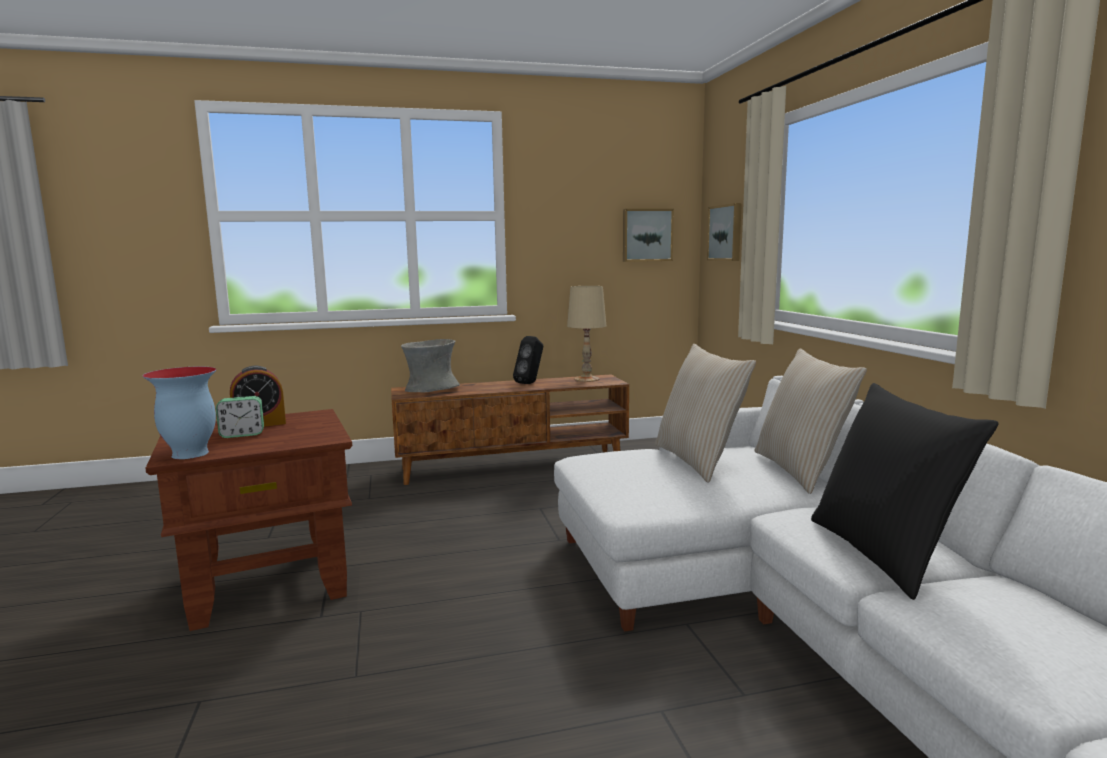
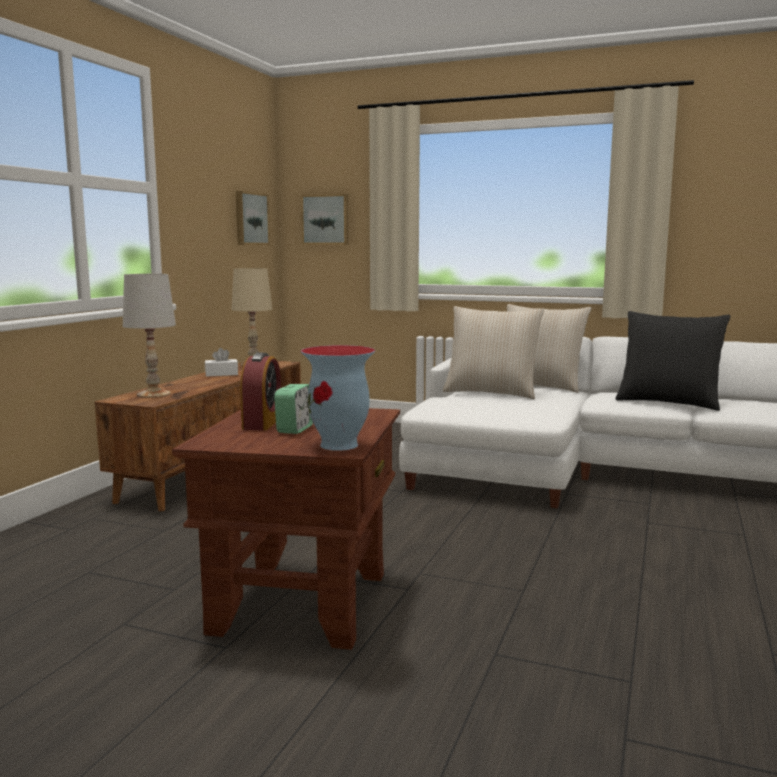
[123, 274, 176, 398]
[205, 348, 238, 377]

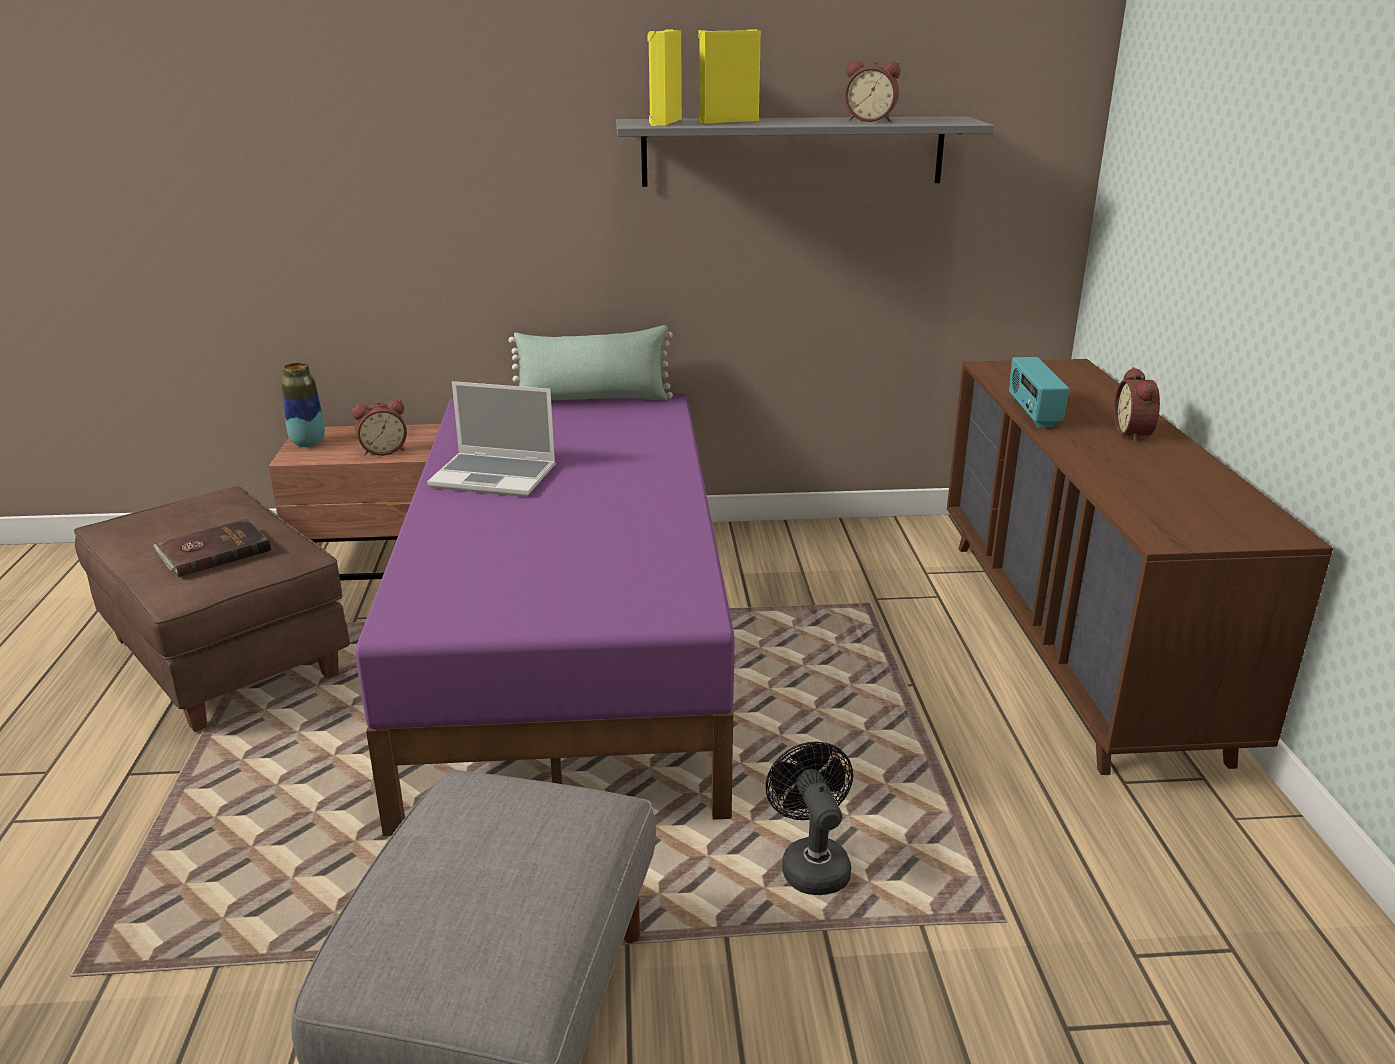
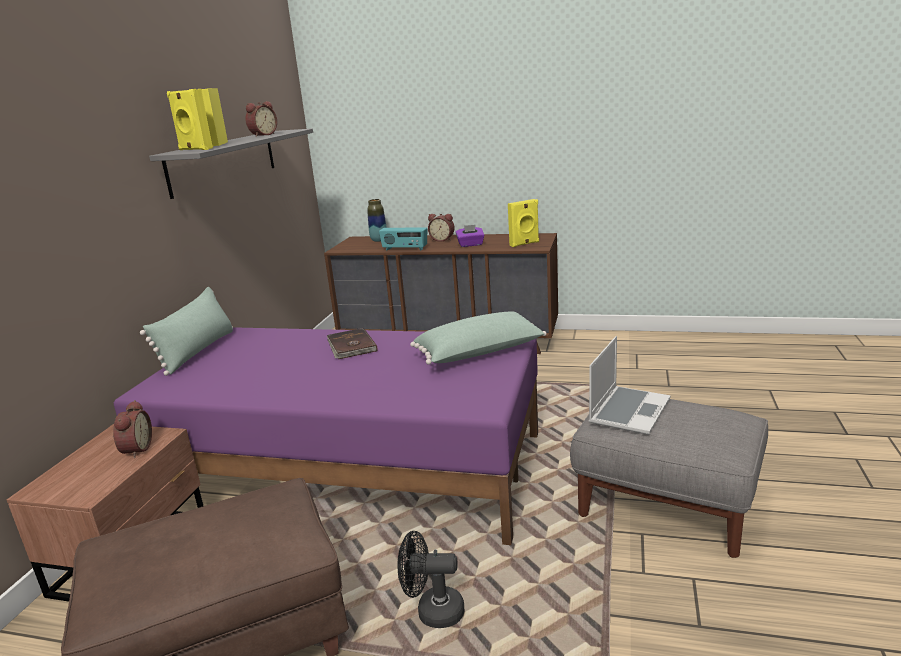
[327, 328, 377, 359]
[367, 199, 387, 242]
[589, 336, 671, 435]
[397, 531, 464, 628]
[410, 311, 547, 365]
[455, 225, 484, 247]
[508, 199, 539, 247]

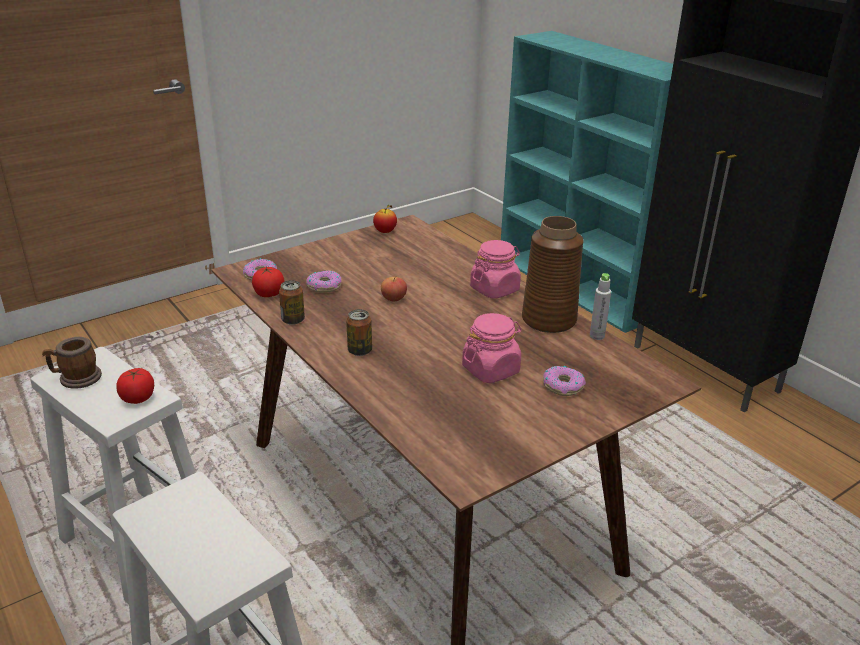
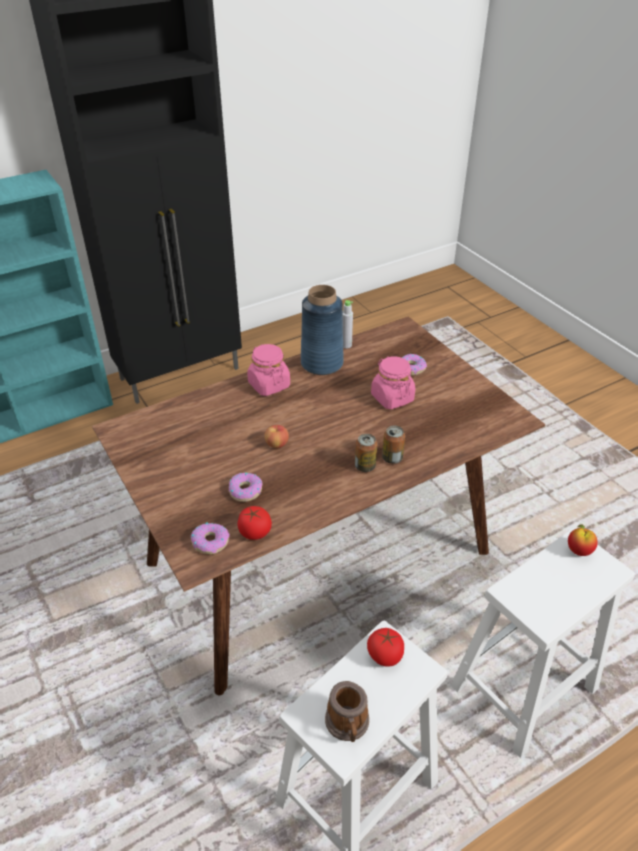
[382, 425, 405, 464]
[568, 524, 598, 556]
[301, 285, 344, 375]

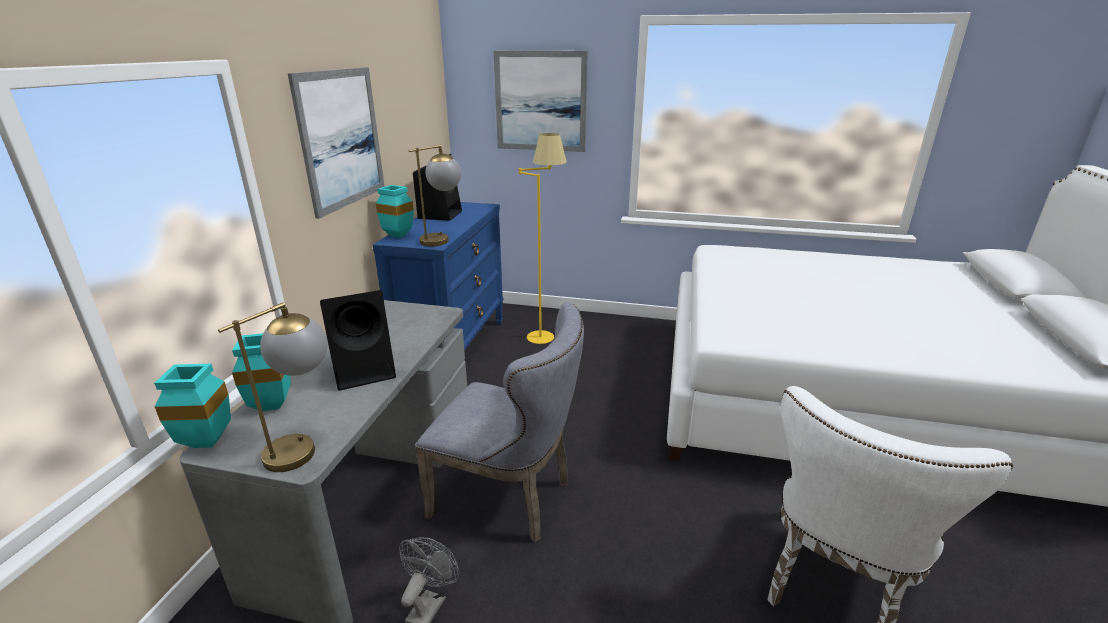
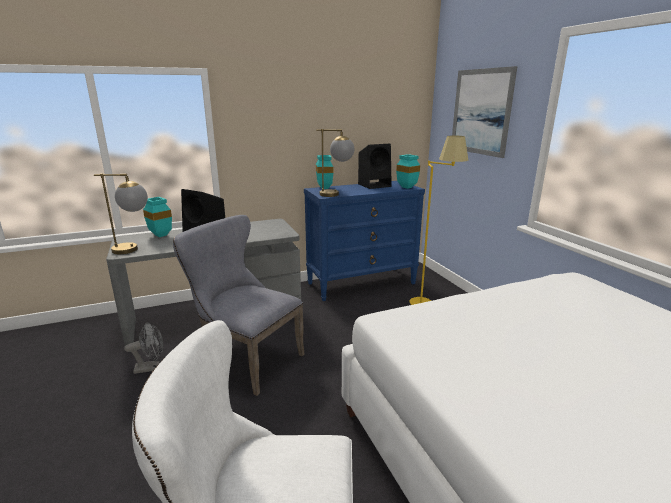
[396, 154, 420, 189]
[288, 67, 385, 219] (first image)
[173, 215, 305, 396]

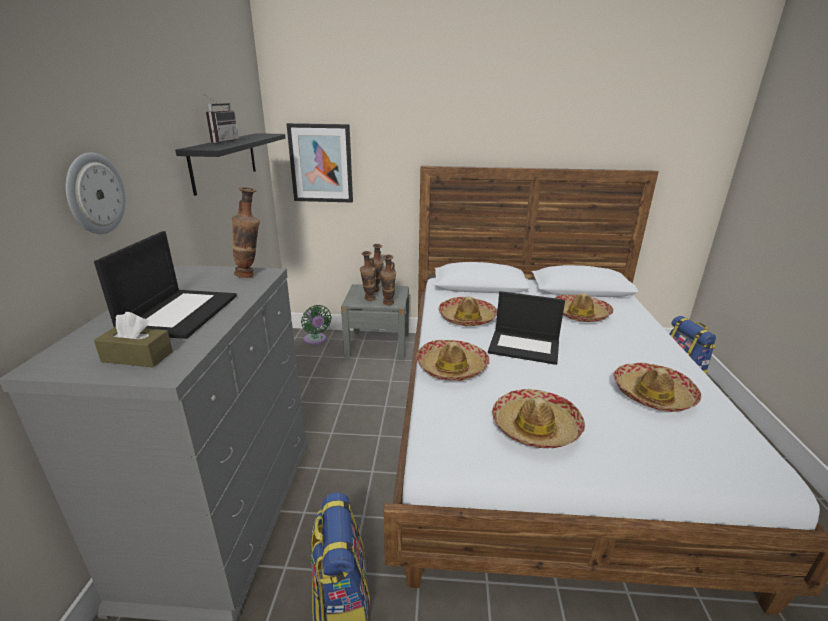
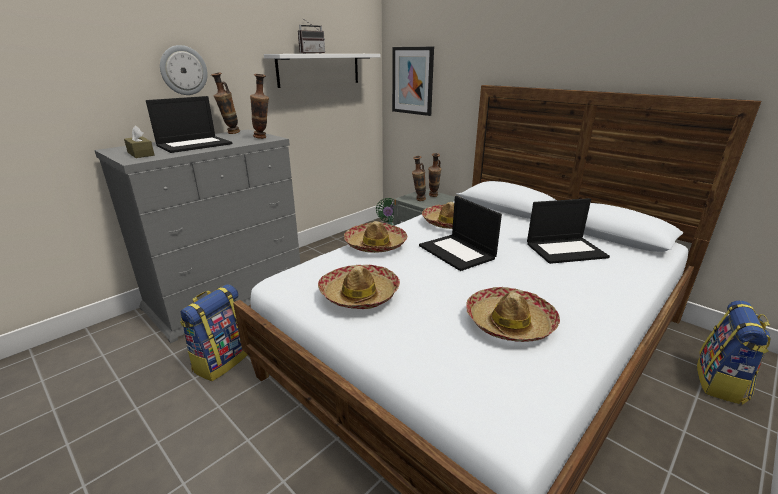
[264, 54, 381, 88]
[211, 73, 240, 134]
[527, 198, 610, 264]

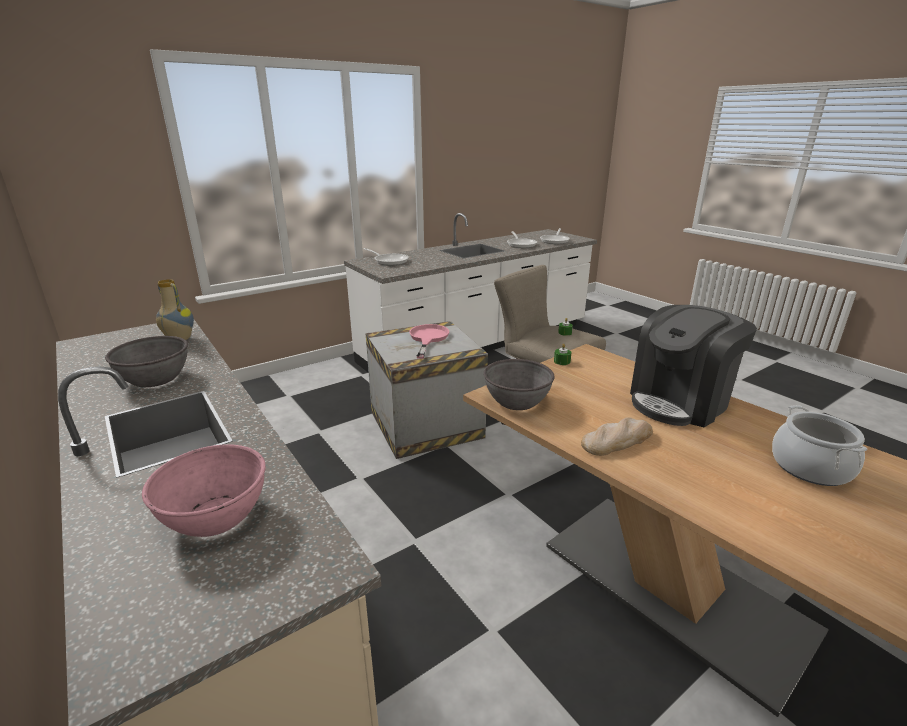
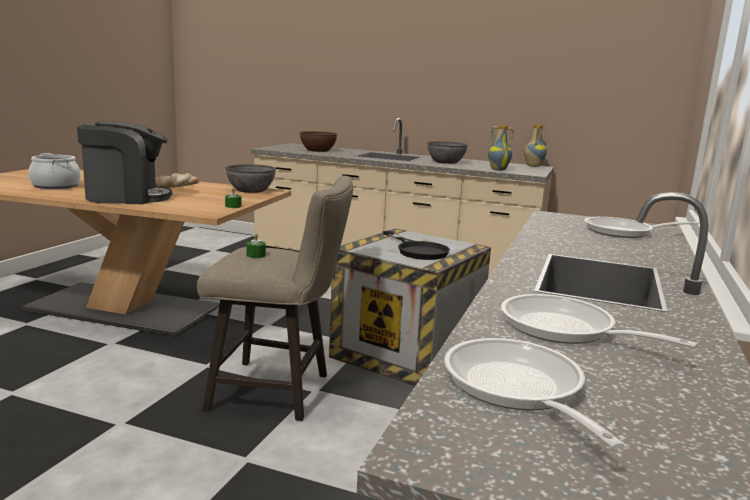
[299, 131, 338, 152]
[383, 231, 450, 260]
[77, 121, 172, 204]
[524, 125, 547, 167]

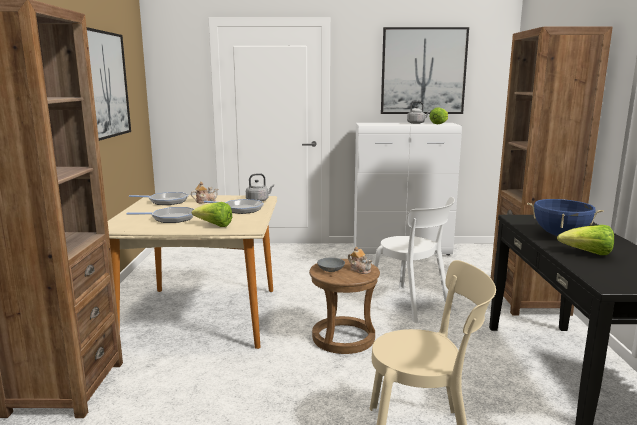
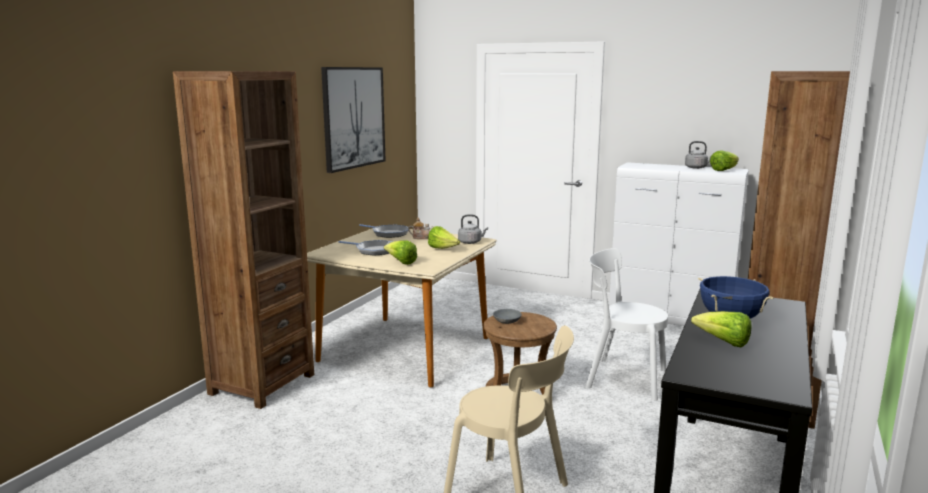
[428, 226, 460, 249]
[348, 246, 372, 274] (first image)
[585, 248, 668, 401]
[381, 27, 469, 114] (first image)

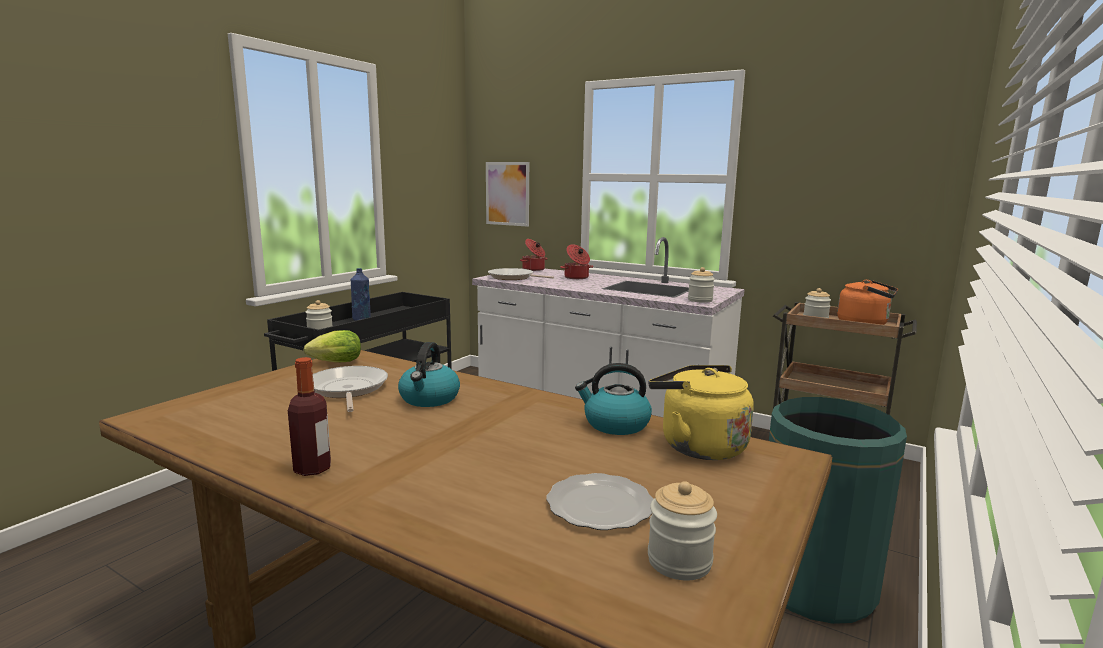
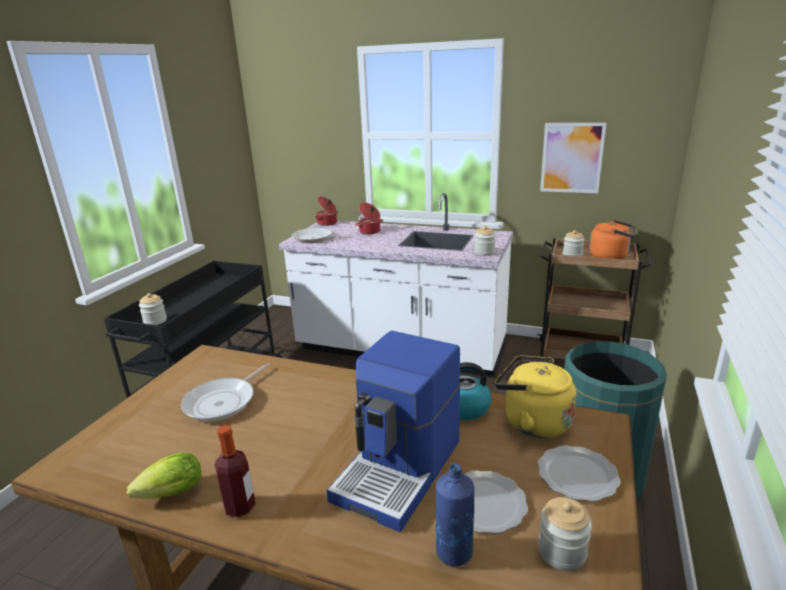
[127, 452, 201, 499]
[181, 363, 269, 421]
[436, 463, 474, 566]
[398, 342, 460, 407] (first image)
[540, 123, 607, 193]
[327, 331, 461, 532]
[538, 445, 621, 502]

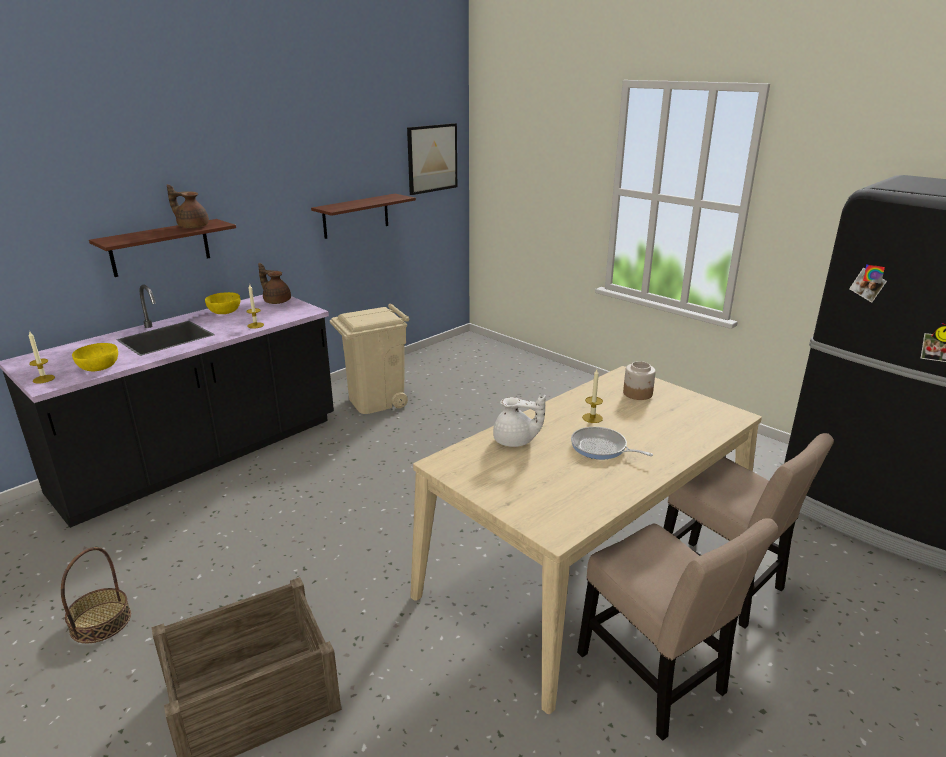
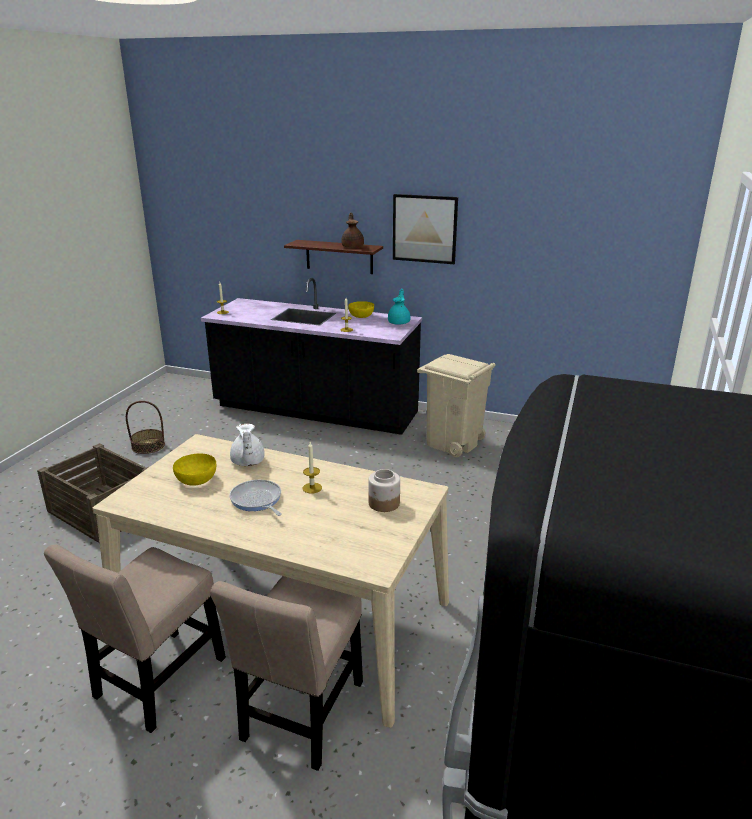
[173, 453, 216, 486]
[388, 289, 411, 325]
[311, 194, 416, 239] (first image)
[393, 194, 458, 264]
[229, 480, 282, 516]

